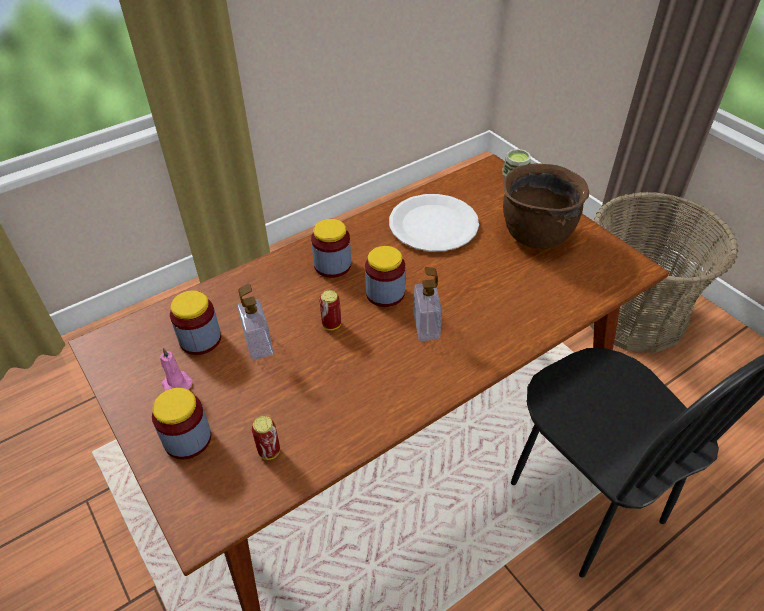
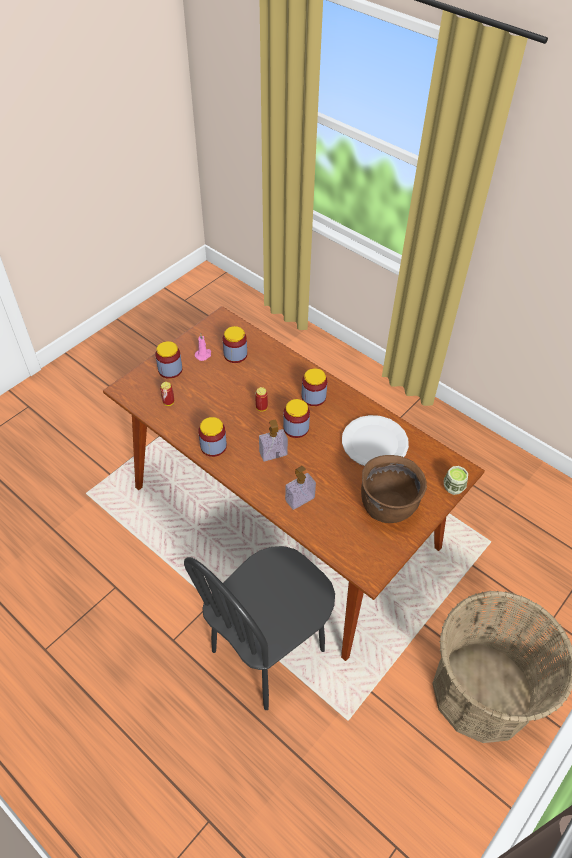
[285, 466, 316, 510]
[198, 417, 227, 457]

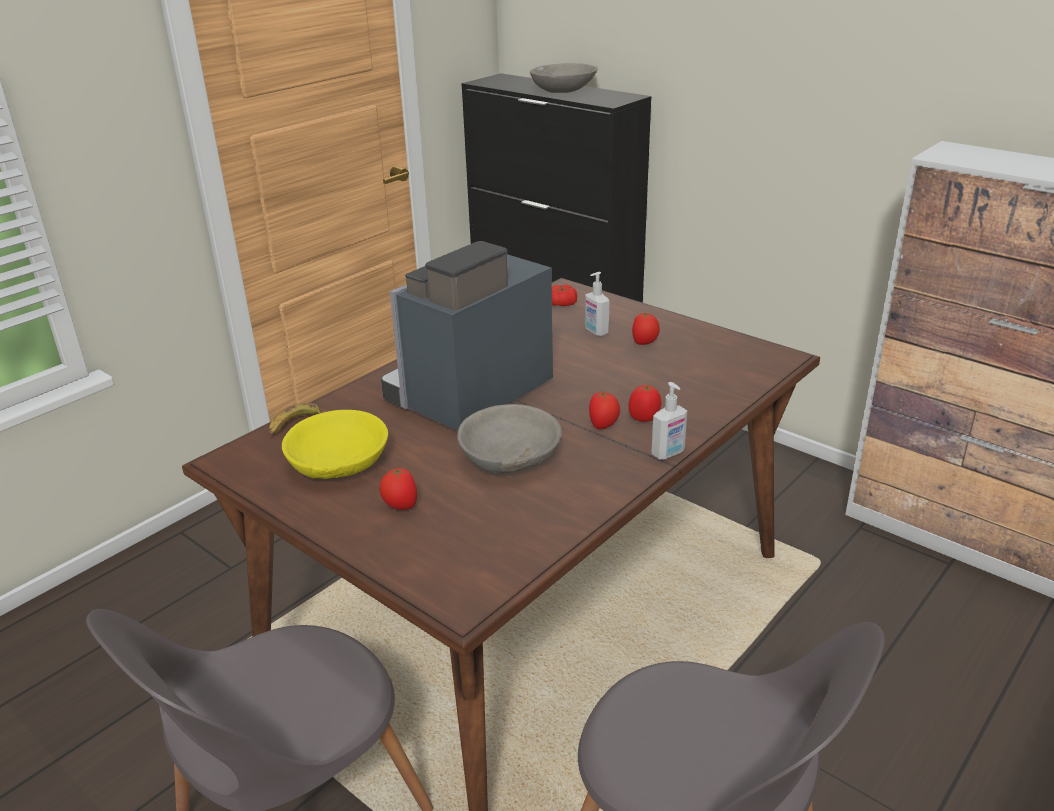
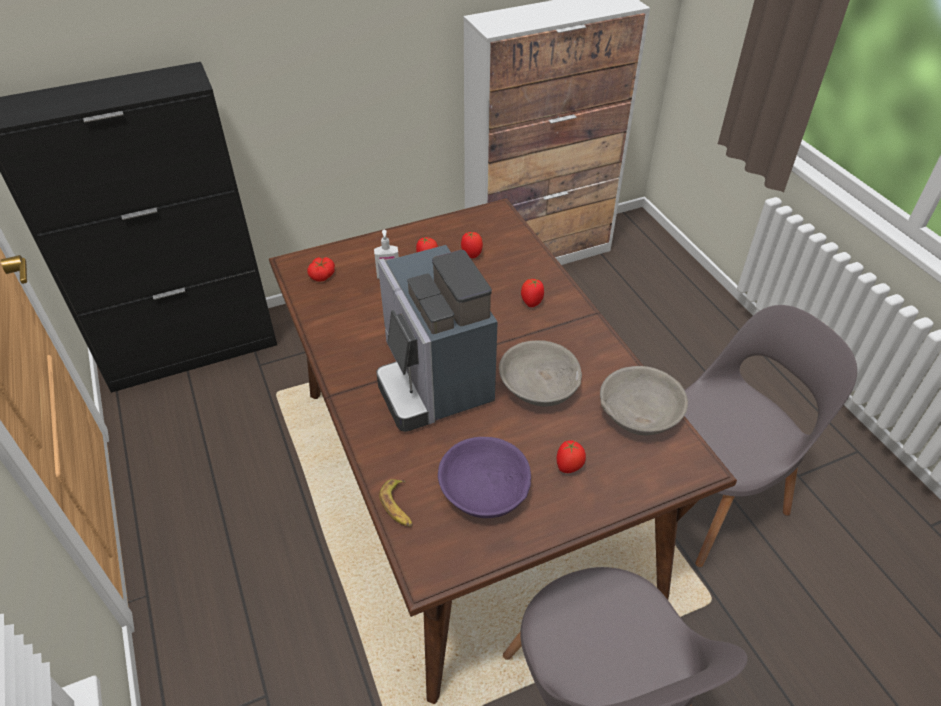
[438, 437, 531, 518]
[600, 366, 688, 435]
[461, 232, 483, 258]
[651, 382, 687, 460] (first image)

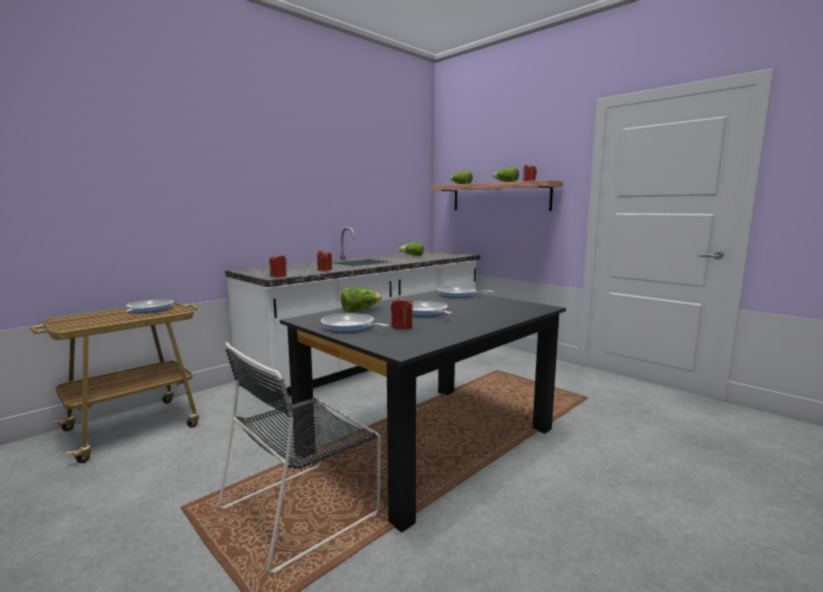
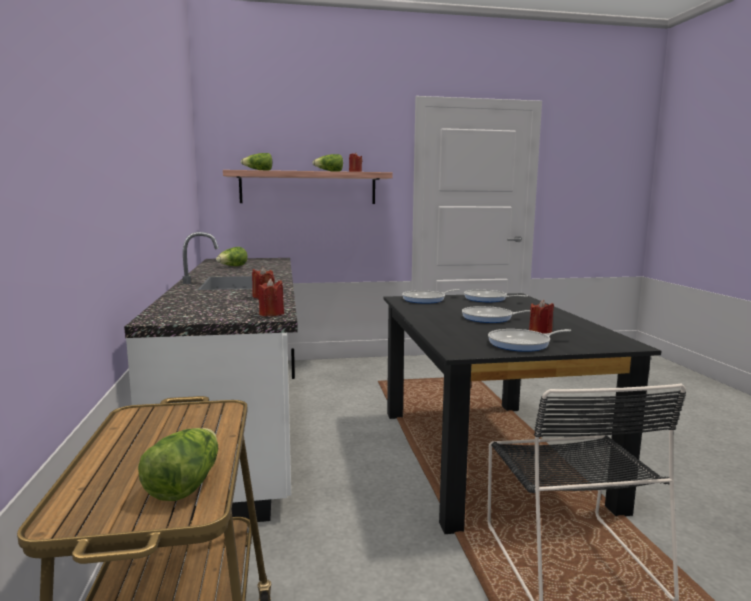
[464, 290, 528, 302]
[138, 428, 218, 501]

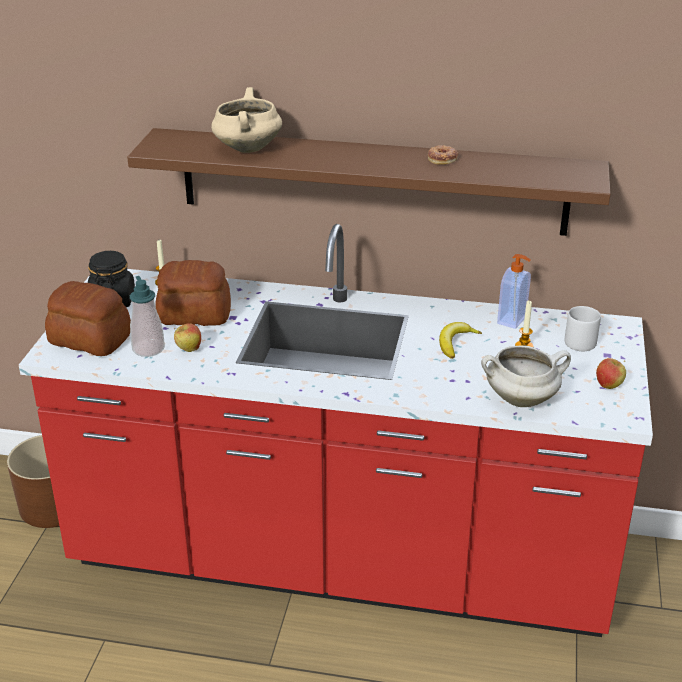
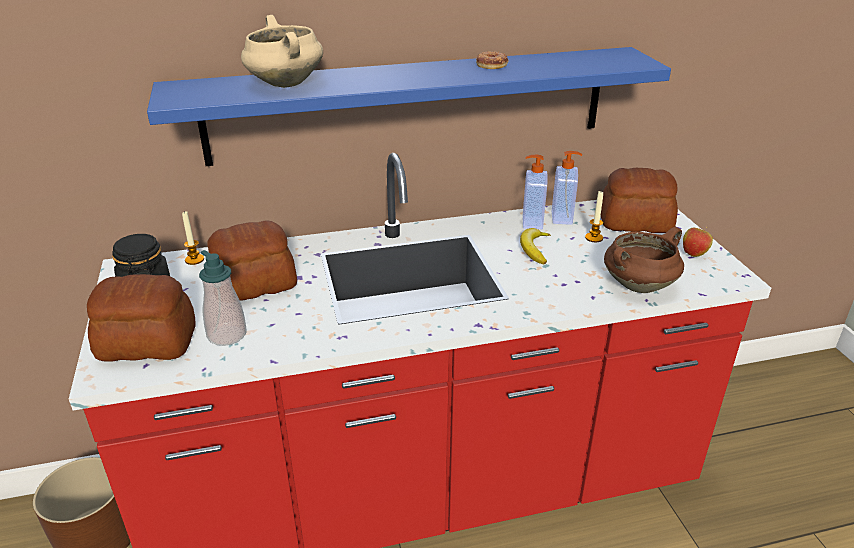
[147, 47, 671, 166]
[174, 323, 201, 352] (first image)
[604, 227, 684, 293]
[601, 168, 678, 233]
[523, 155, 548, 229]

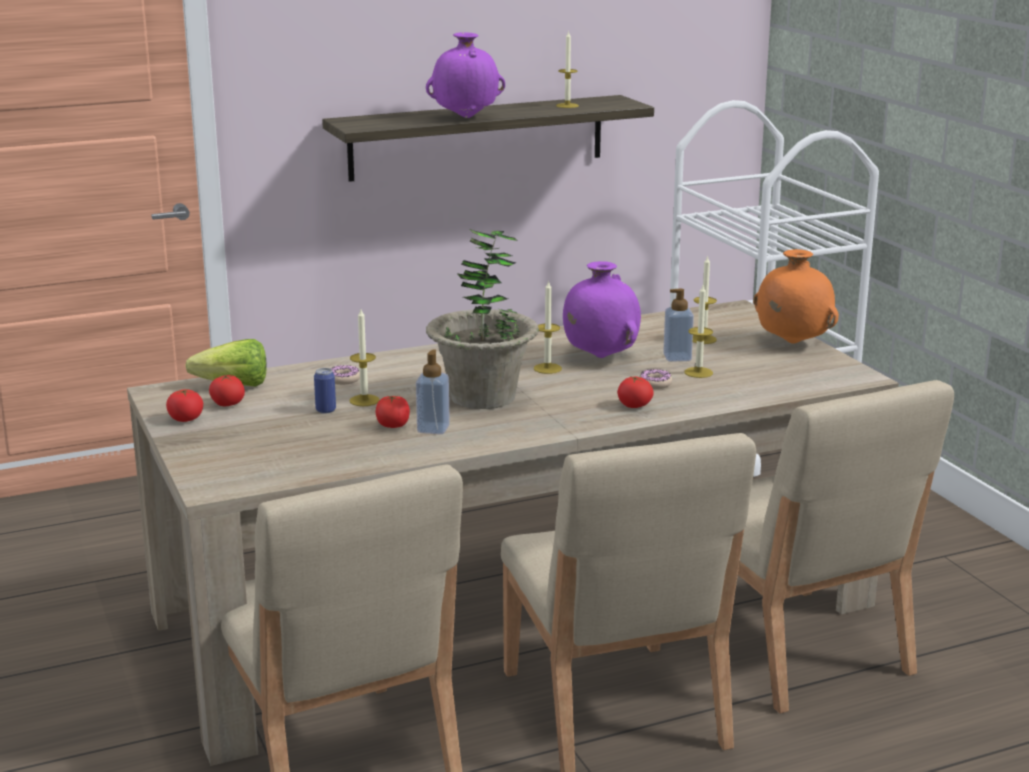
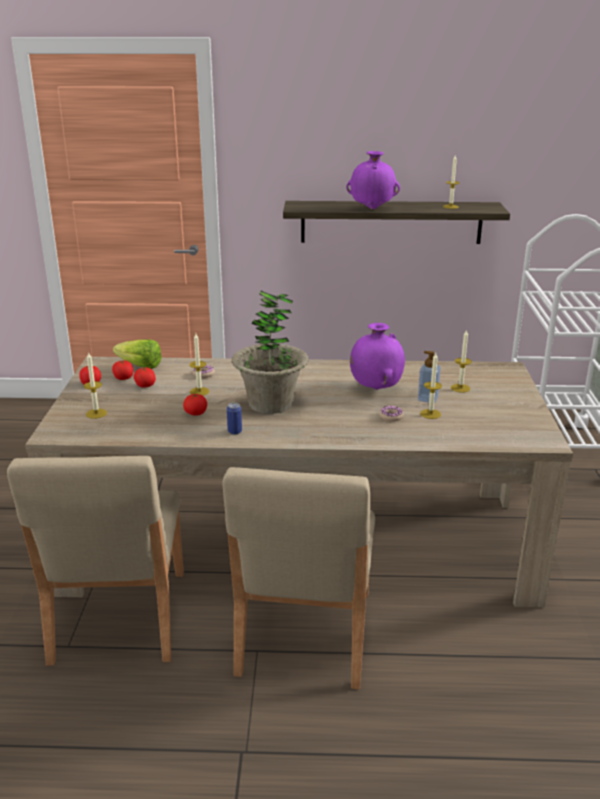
[227, 402, 242, 435]
[416, 349, 450, 434] (first image)
[84, 352, 107, 419]
[134, 368, 156, 388]
[738, 380, 954, 714] (first image)
[753, 249, 839, 344] (first image)

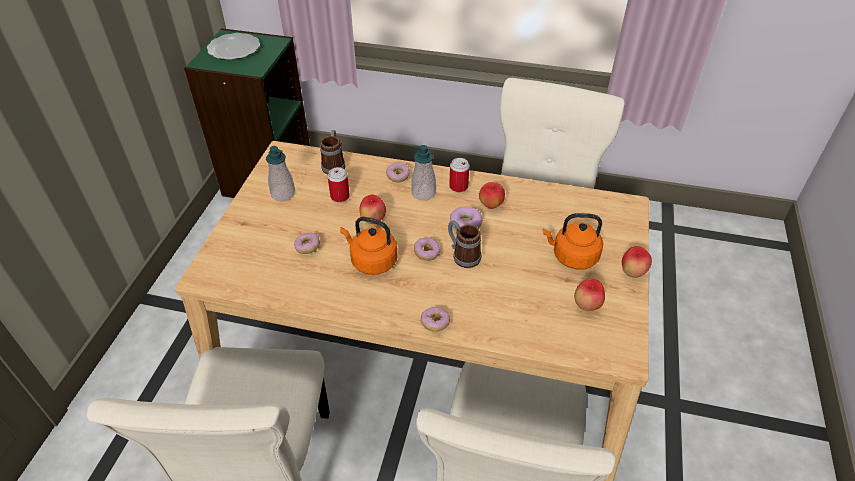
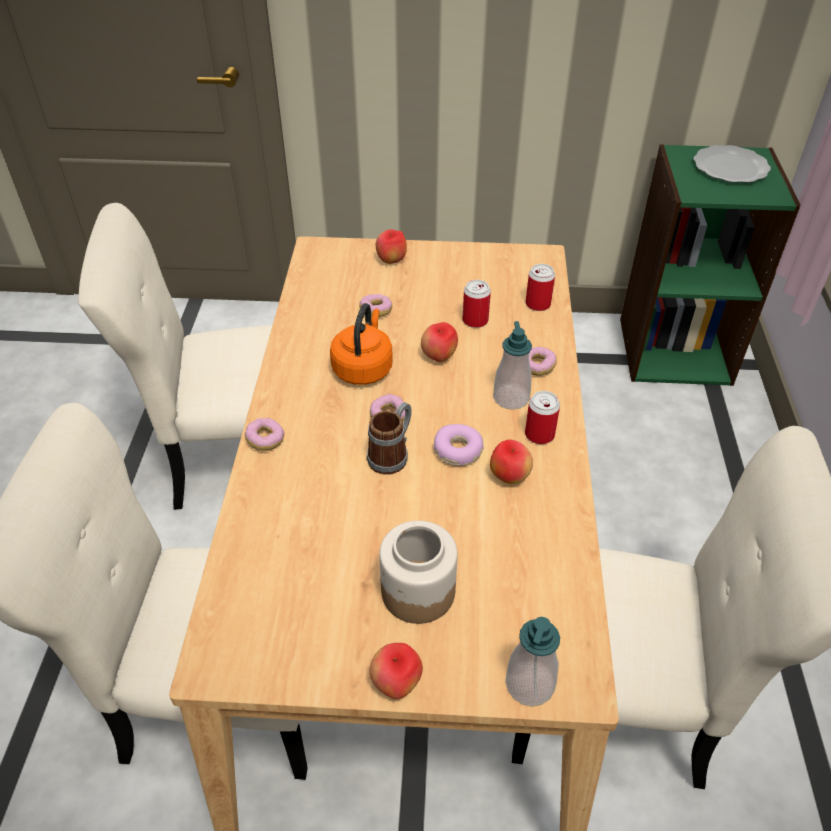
[505, 617, 560, 707]
[526, 264, 555, 311]
[379, 521, 458, 624]
[376, 229, 407, 264]

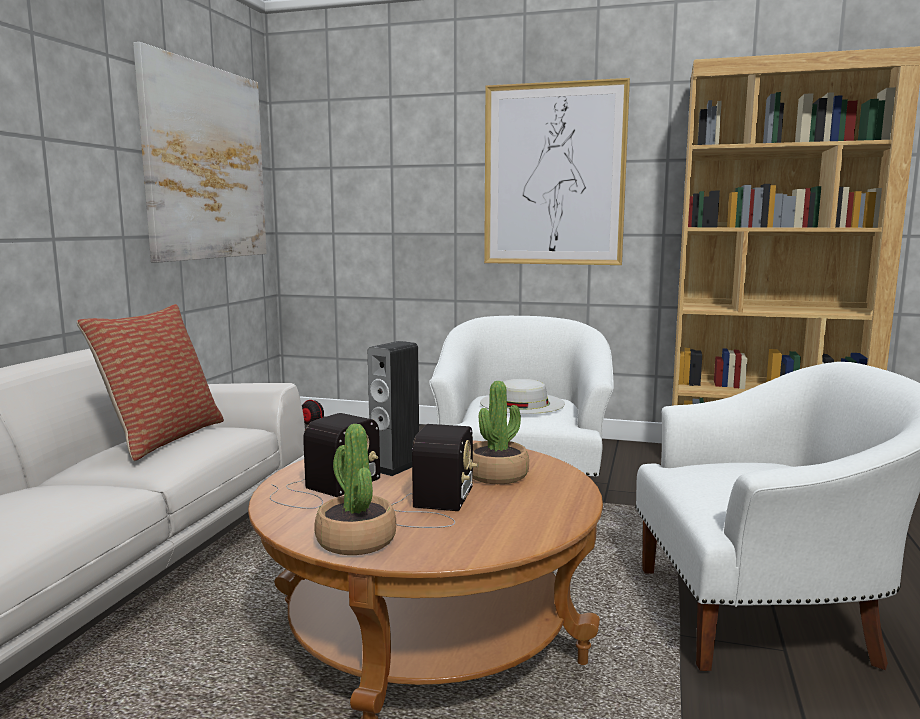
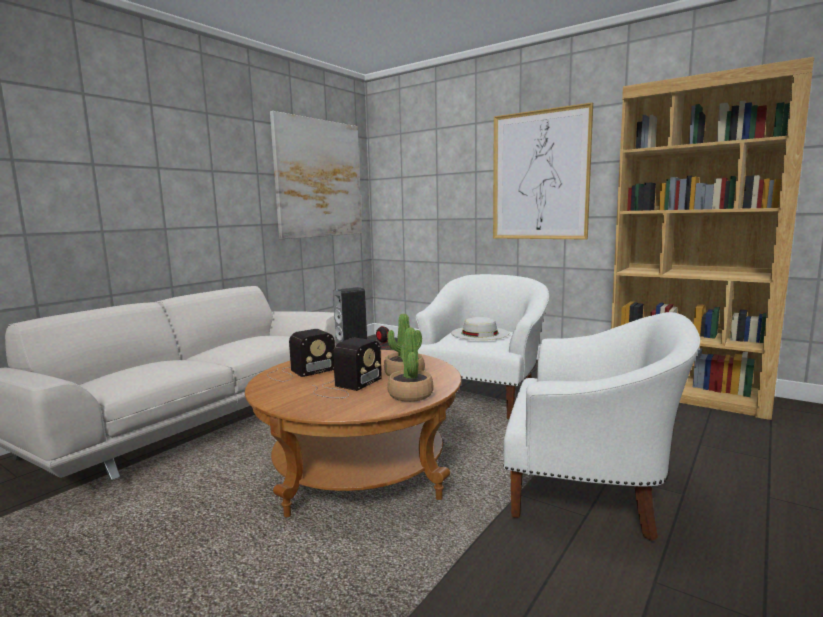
[77, 304, 224, 461] (first image)
[387, 328, 434, 402]

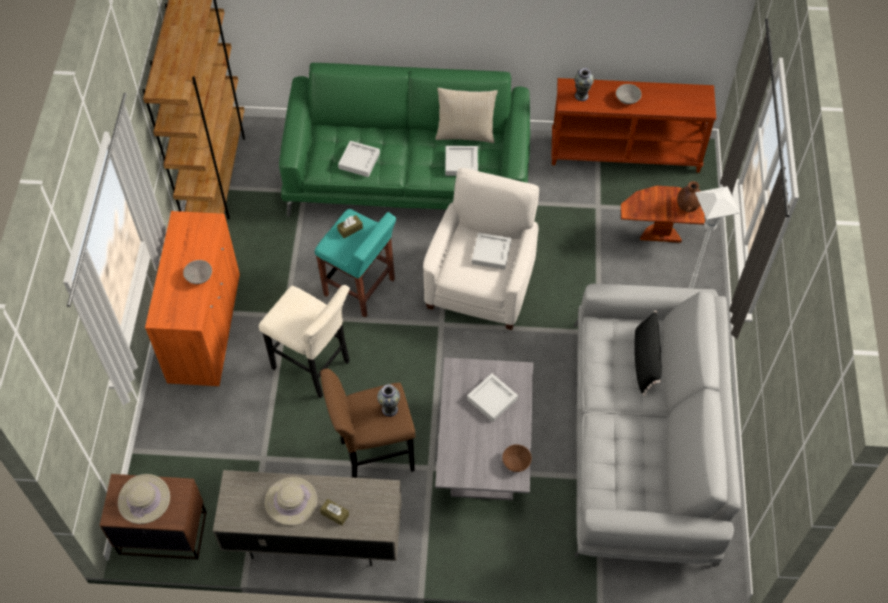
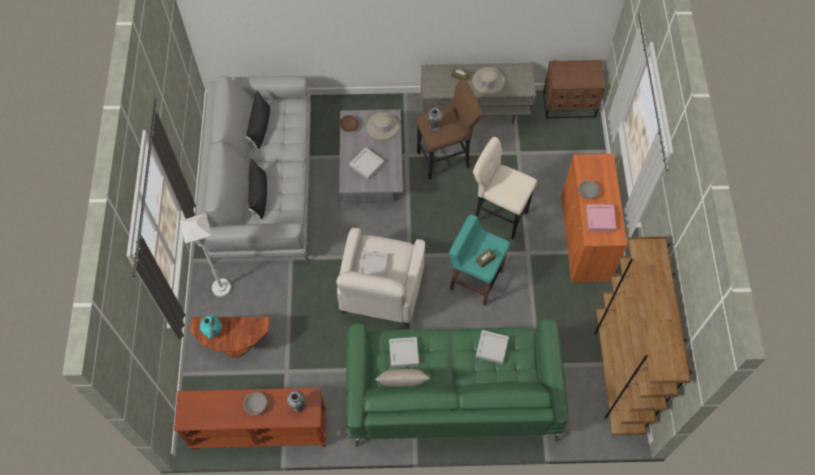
[366, 113, 399, 140]
[200, 315, 222, 339]
[246, 91, 270, 150]
[586, 204, 616, 231]

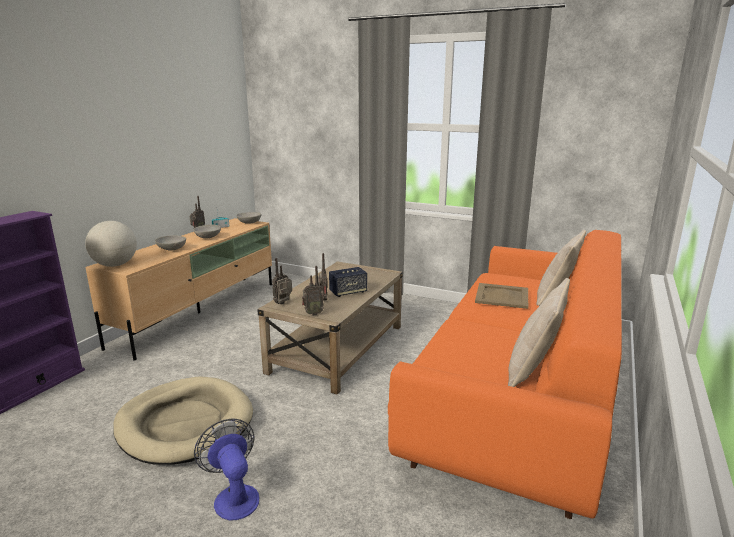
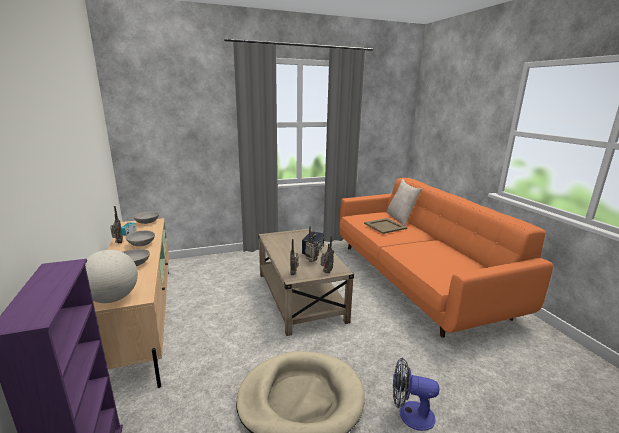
[508, 278, 570, 387] (first image)

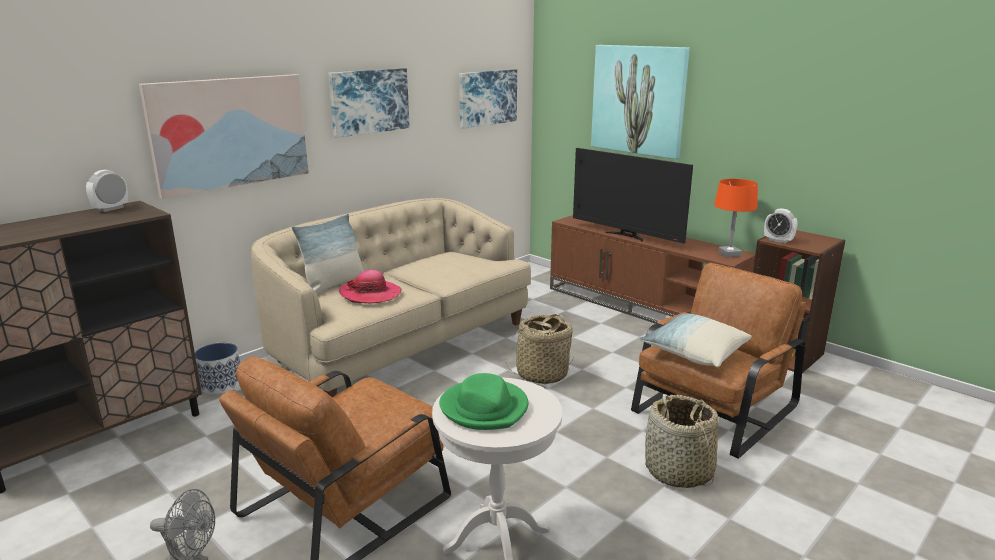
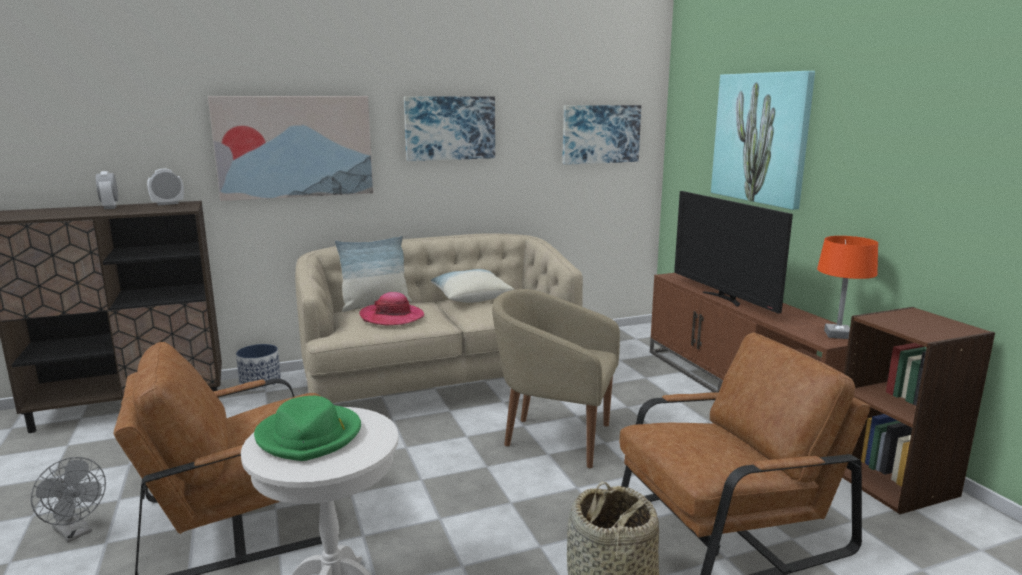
[492, 289, 620, 468]
[431, 269, 514, 303]
[96, 171, 118, 209]

